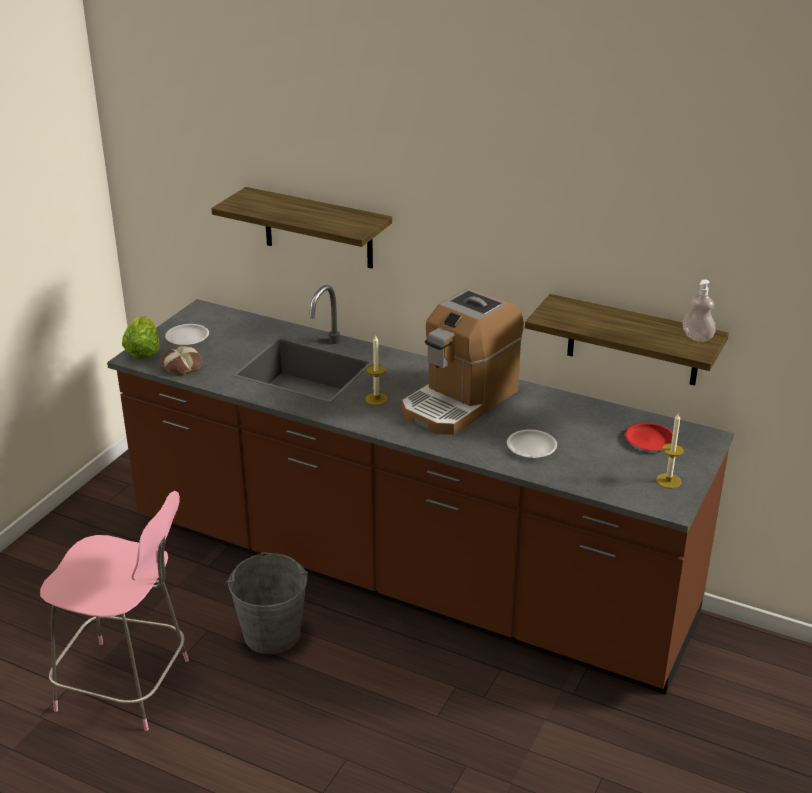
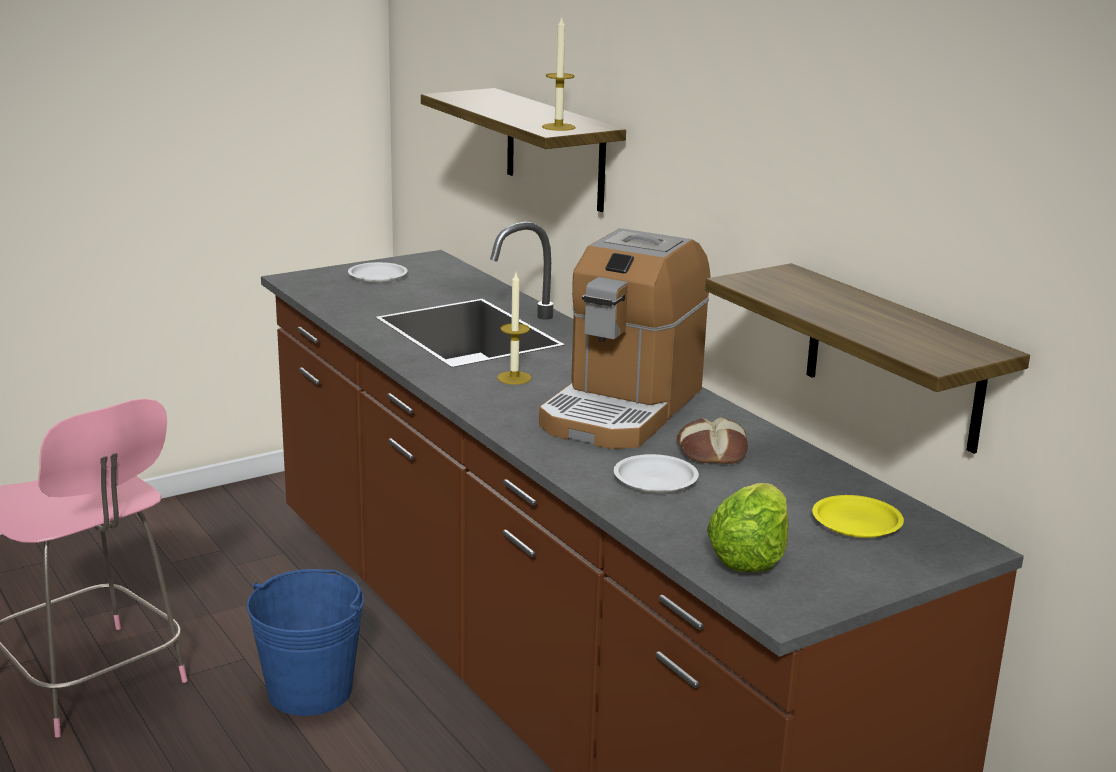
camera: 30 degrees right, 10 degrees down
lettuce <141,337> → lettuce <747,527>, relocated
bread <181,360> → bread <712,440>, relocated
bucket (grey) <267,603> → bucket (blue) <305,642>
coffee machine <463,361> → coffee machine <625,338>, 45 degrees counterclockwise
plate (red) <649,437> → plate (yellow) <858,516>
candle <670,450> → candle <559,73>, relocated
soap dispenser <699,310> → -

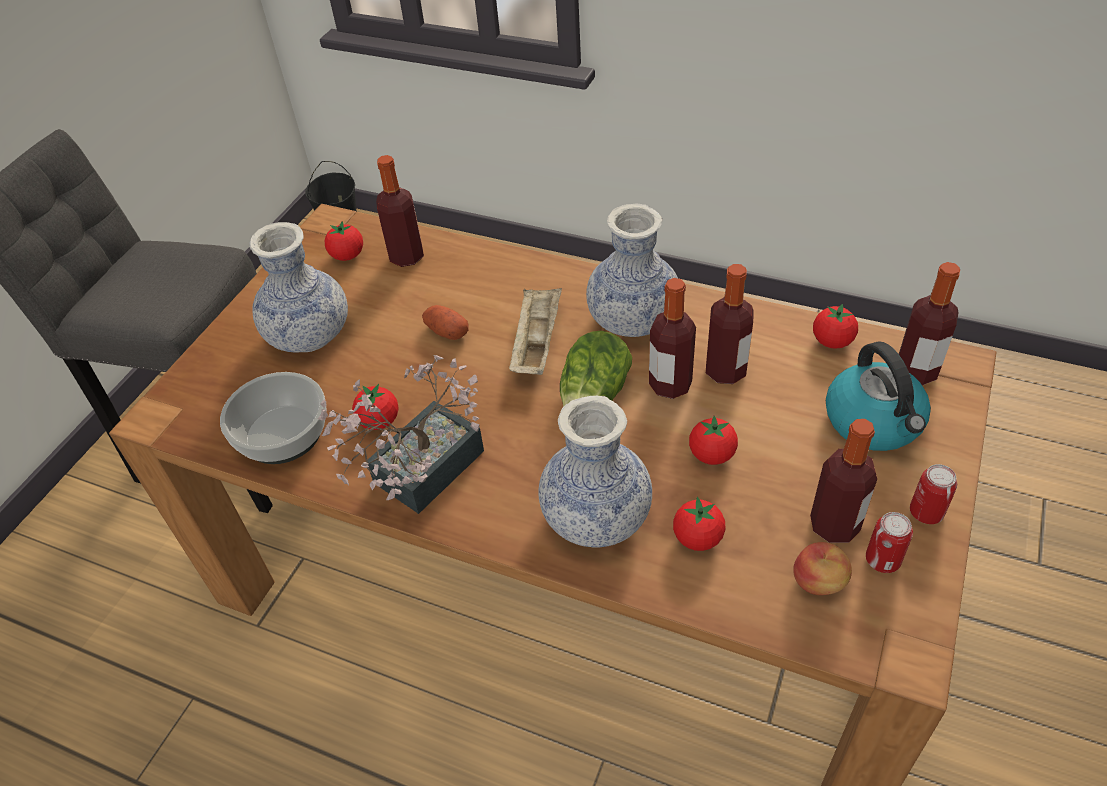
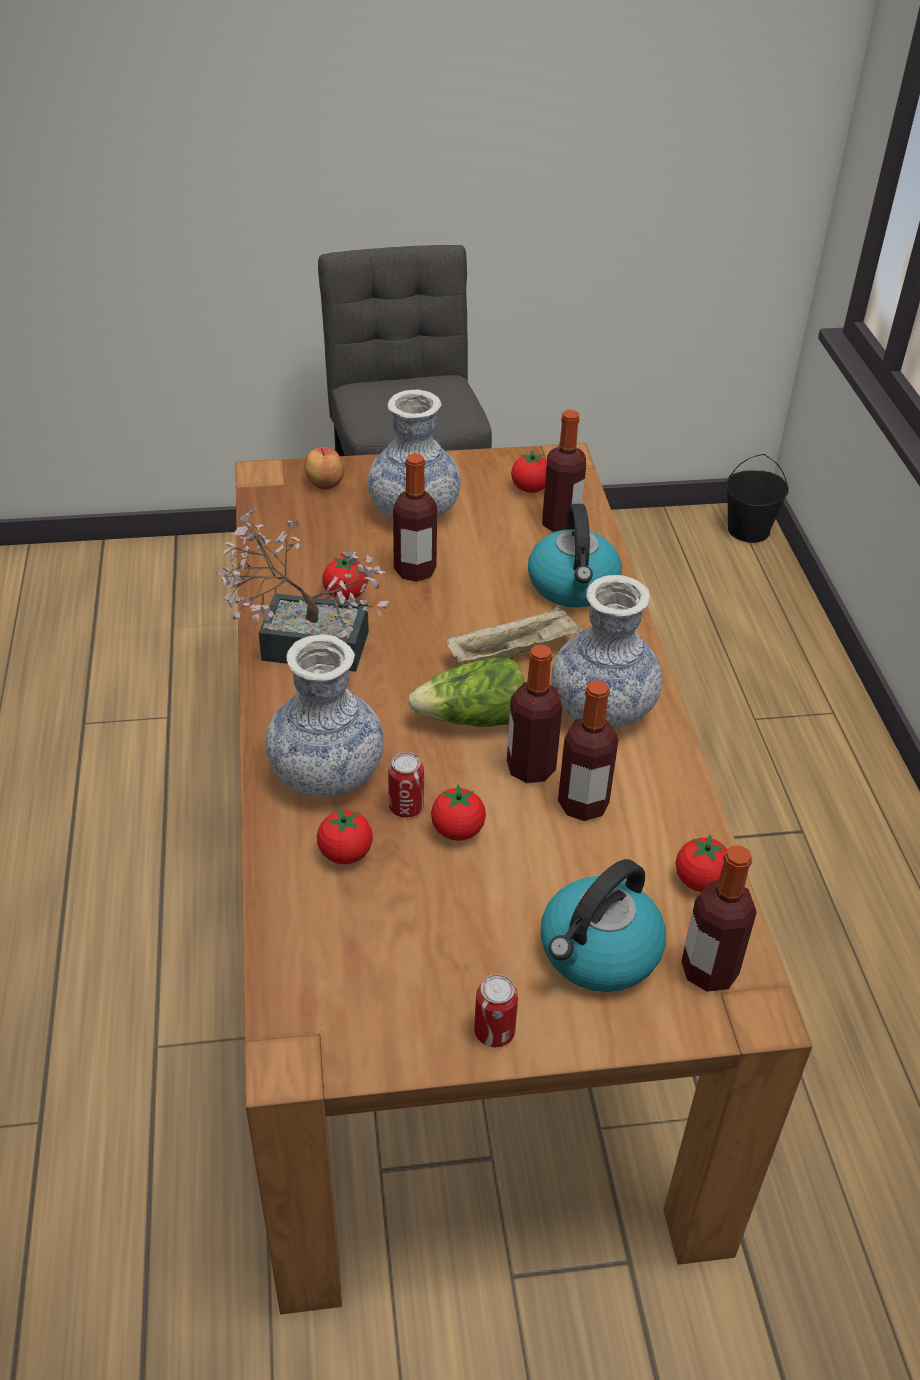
camera: 55 degrees right, 5 degrees down
bowl <273,418> → -
potato <445,322> → -
apple <822,568> → apple <324,468>, relocated
bottle <843,481> → bottle <415,517>, relocated
can <889,542> → can <406,785>, relocated
- → kettle <575,556>

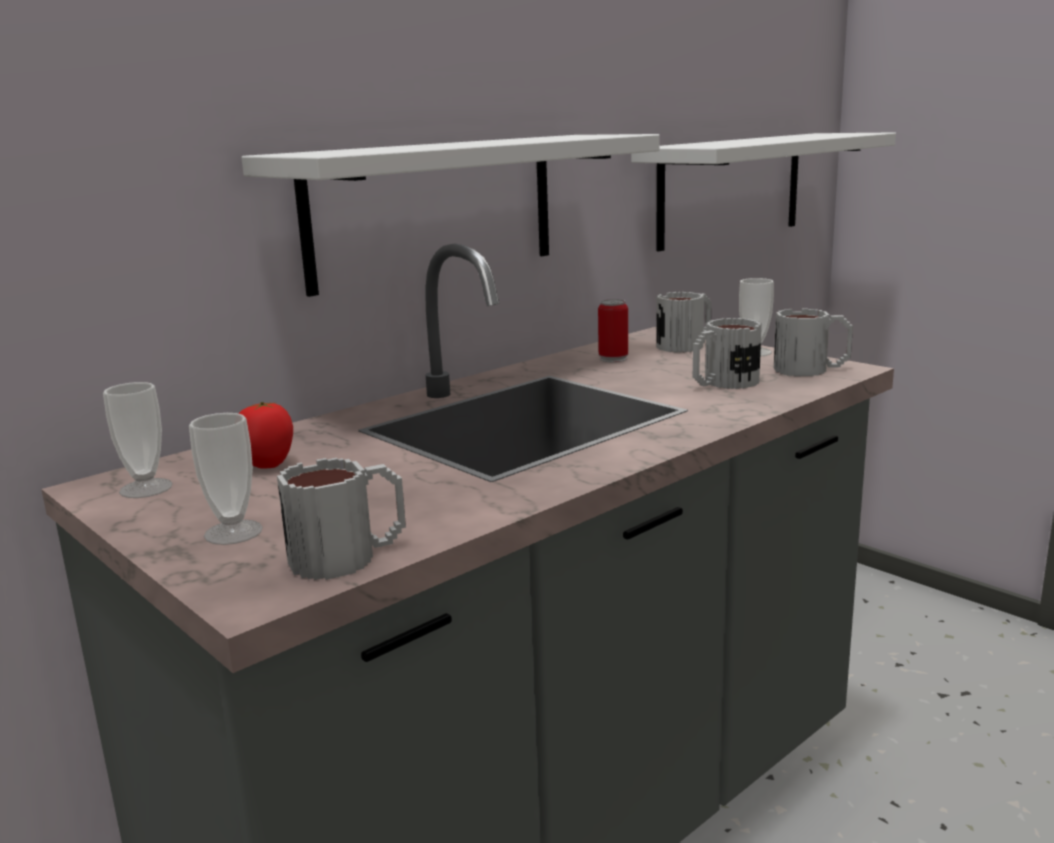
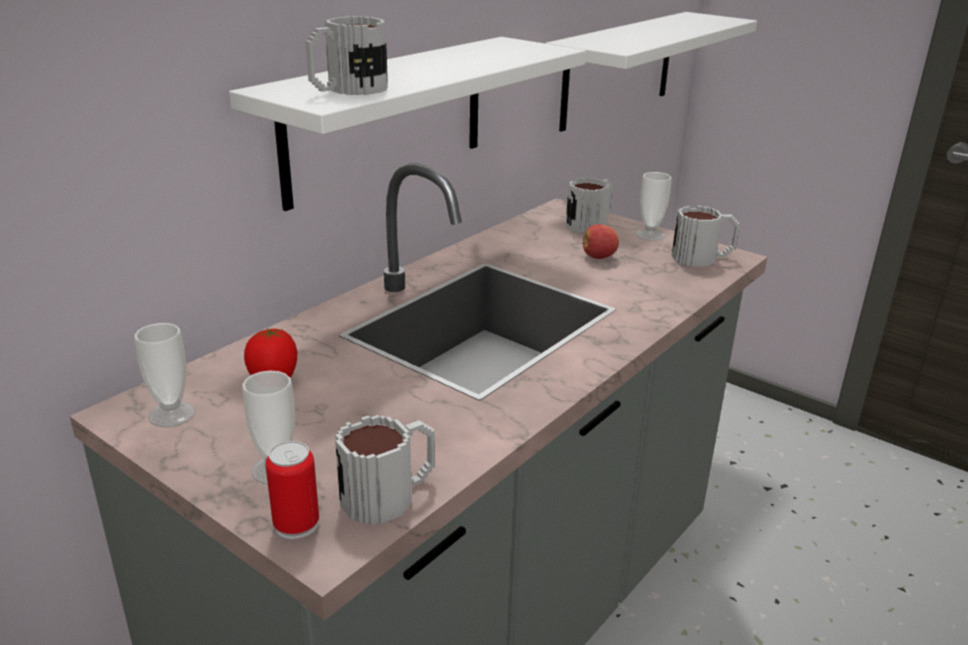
camera: 10 degrees left, 10 degrees up
can <613,330> → can <292,490>, relocated
mug <727,353> → mug <346,55>, relocated
- → apple <600,241>

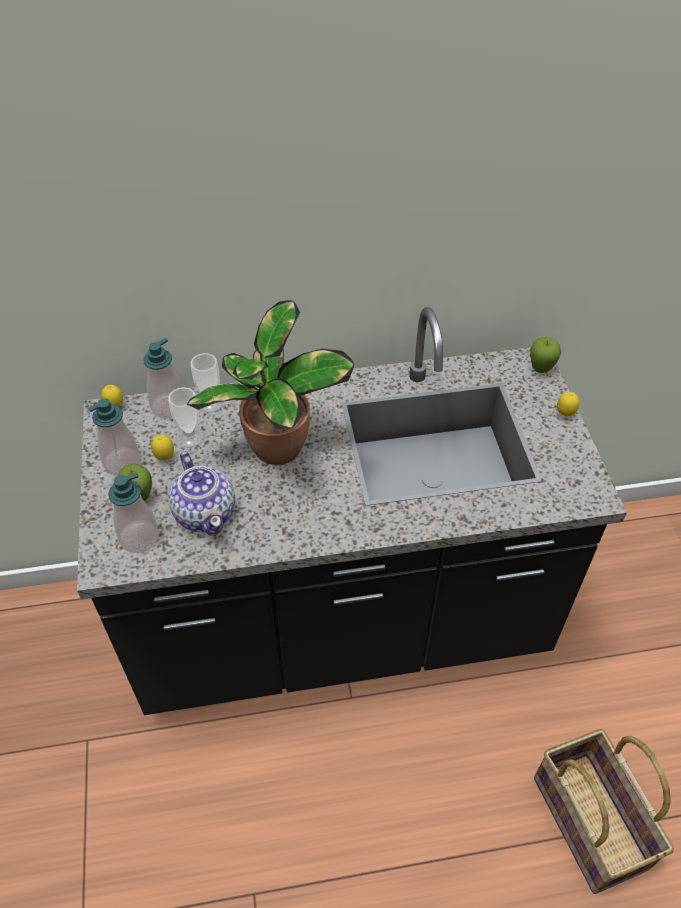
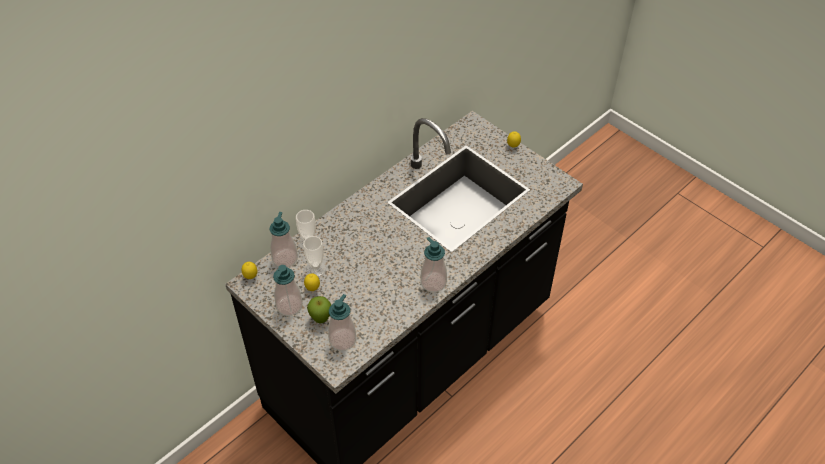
camera: 35 degrees left, 0 degrees up
teapot <201,493> → -
potted plant <271,382> → -
apple <545,355> → -
basket <604,811> → -
- → soap dispenser <434,264>

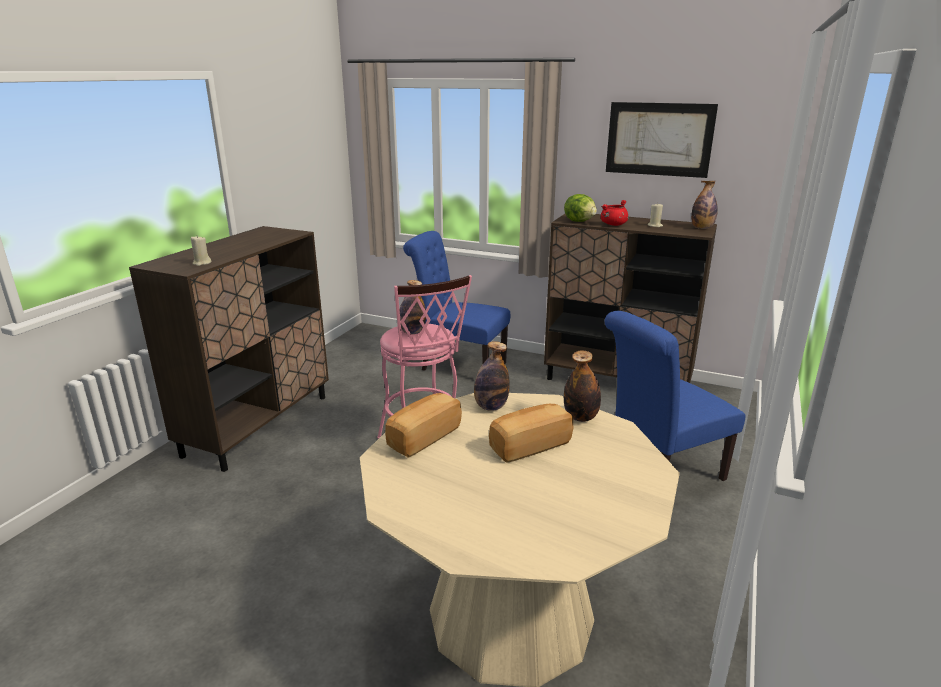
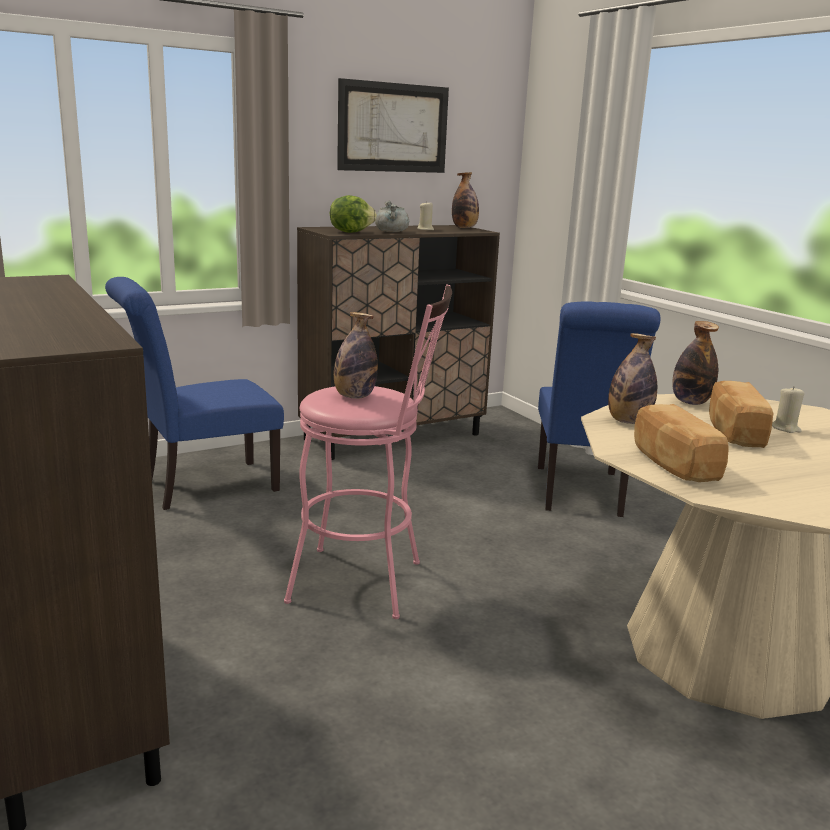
camera: 55 degrees left, 5 degrees down
candle (beige) <201,250> → candle (beige) <788,409>, relocated
cooking pot (red) <614,213> → cooking pot (grey) <392,216>

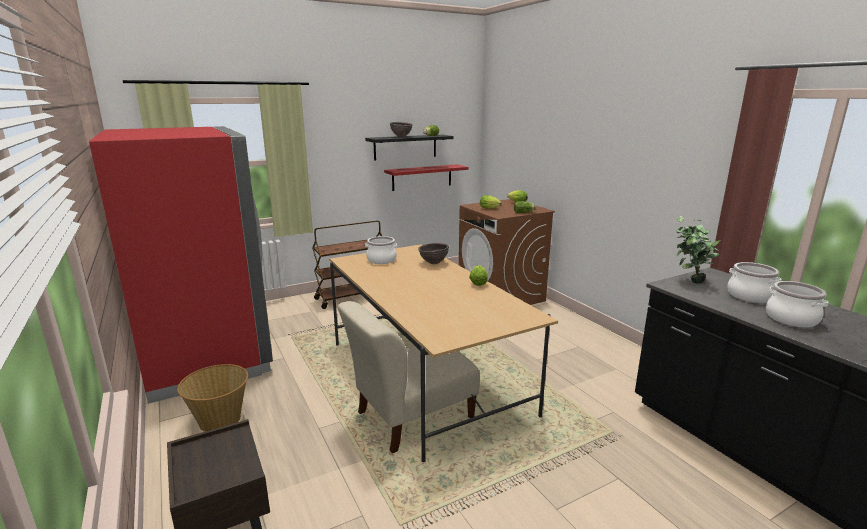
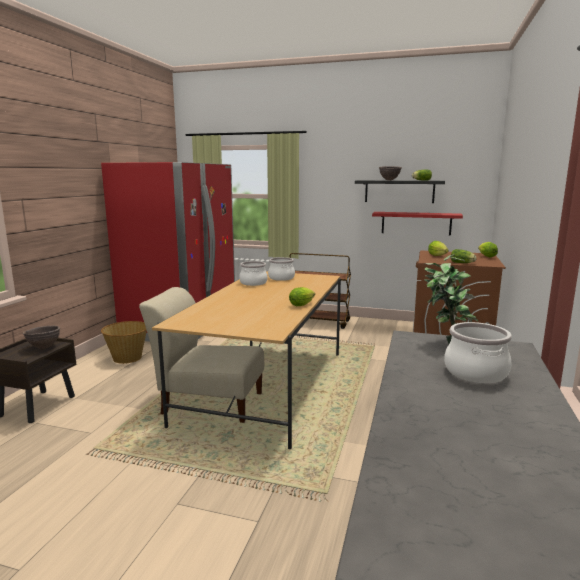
camera: 45 degrees right, 5 degrees down
bowl (brown) <433,253> → bowl (brown) <41,337>, relocated
cooking pot <797,304> → cooking pot <253,273>, relocated

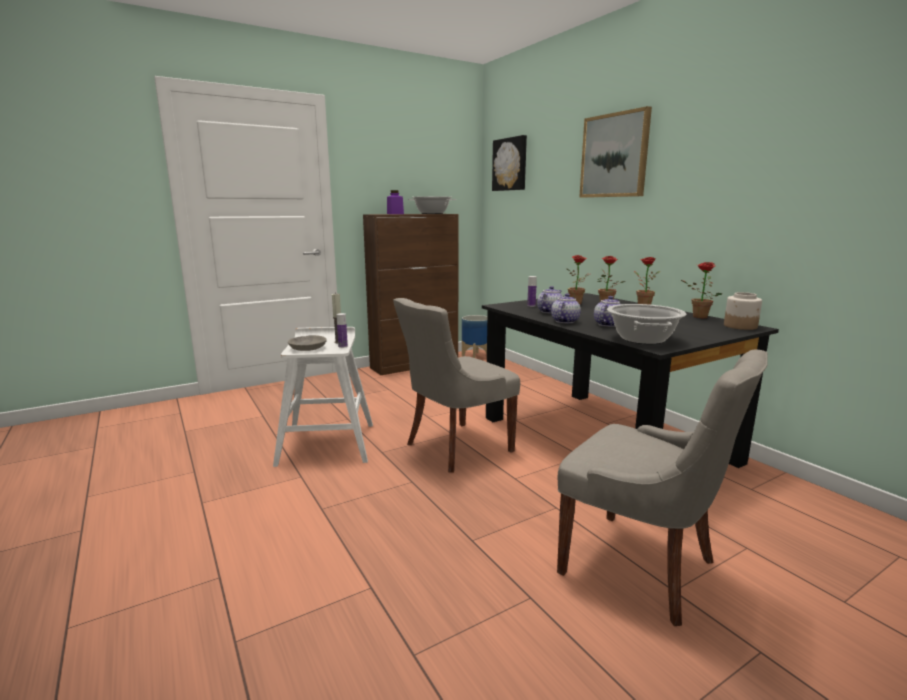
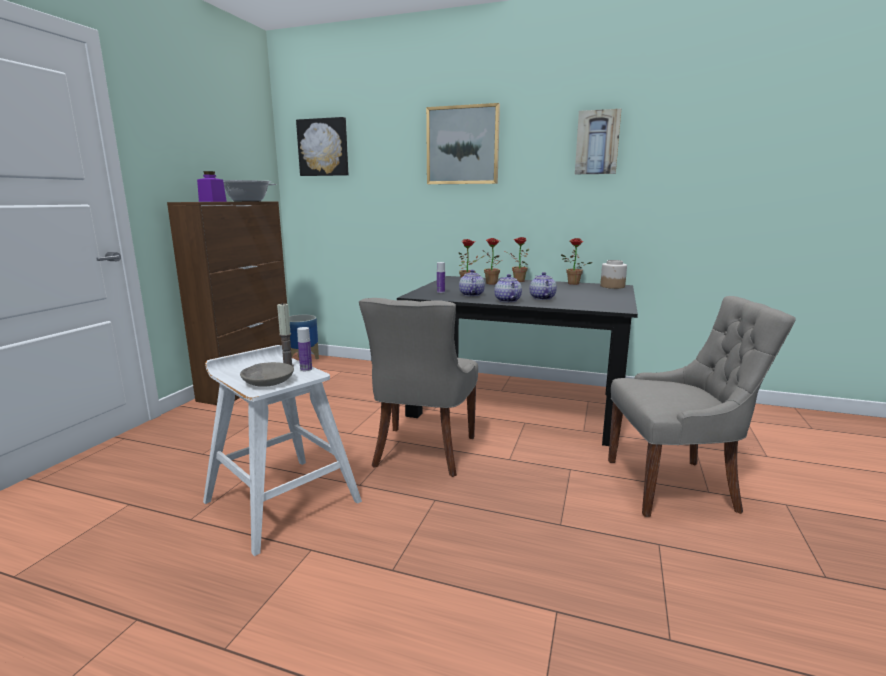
camera: 40 degrees left, 0 degrees up
cooking pot <647,324> → -
- → picture <598,141>

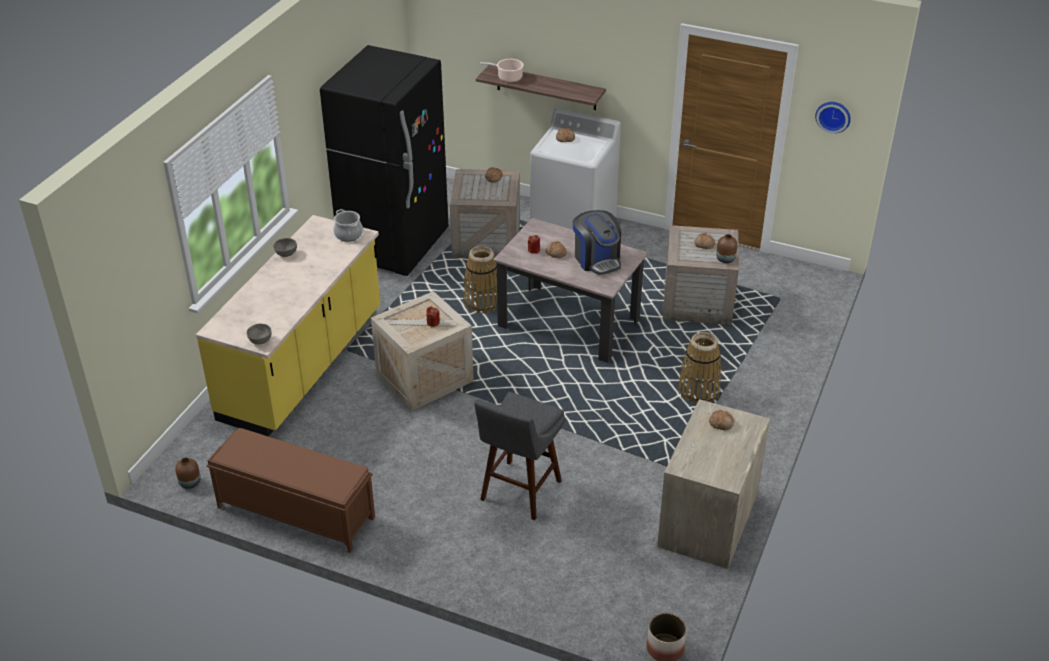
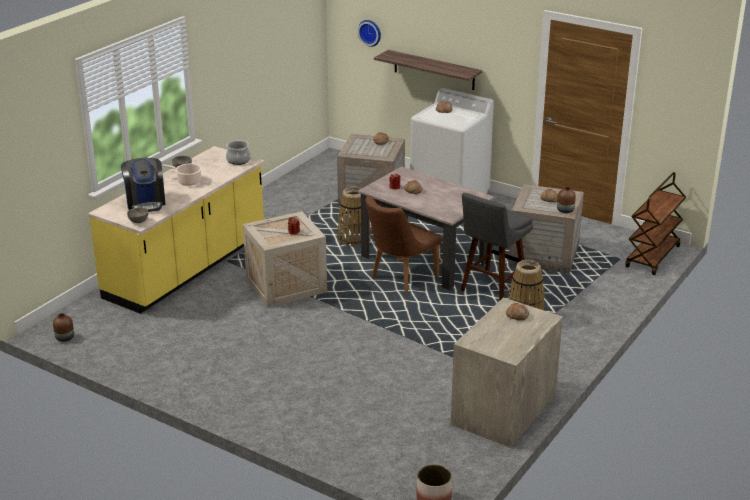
camera: 10 degrees right, 10 degrees down
bench (brown) <291,490> → -
fridge (black) <384,160> → -
stool (grey) <519,456> → stool (grey) <497,247>, relocated
cooking pot <502,70> → cooking pot <182,174>, relocated
coffee machine <597,242> → coffee machine <143,185>, relocated
wall clock <833,118> → wall clock <369,33>, relocated
- → chair (brown) <403,244>
- → cart (brown) <655,223>

